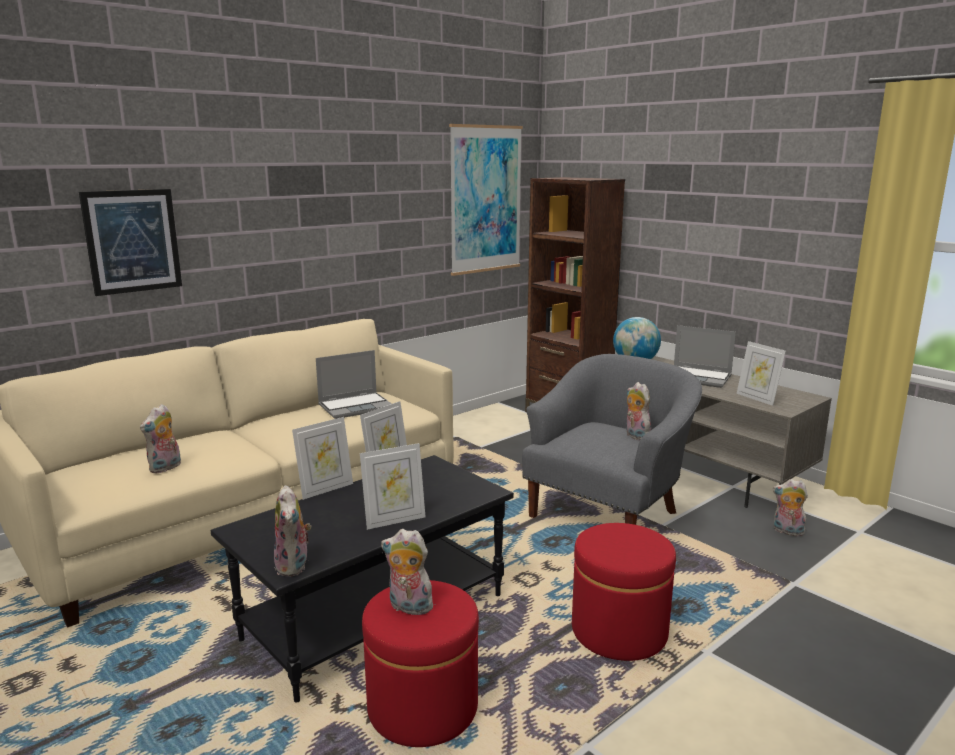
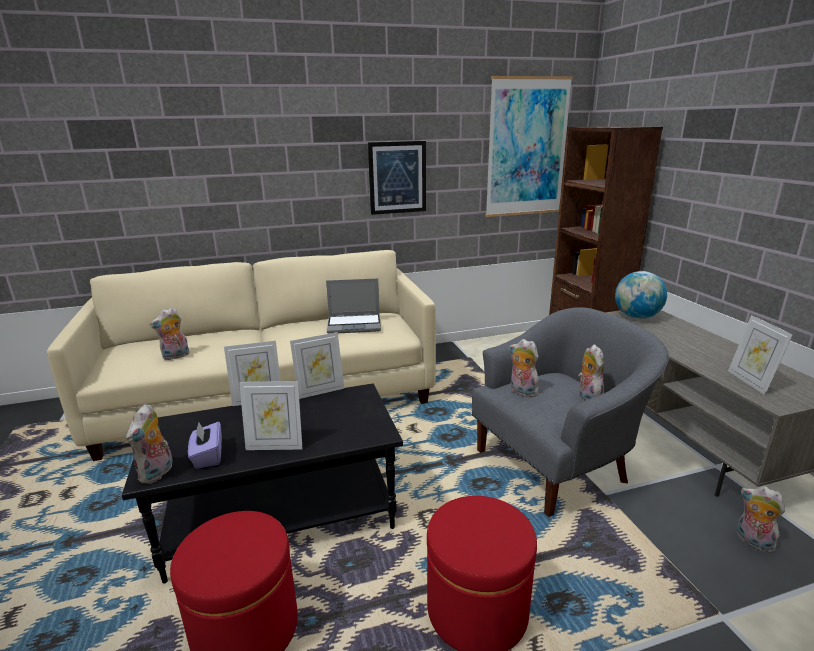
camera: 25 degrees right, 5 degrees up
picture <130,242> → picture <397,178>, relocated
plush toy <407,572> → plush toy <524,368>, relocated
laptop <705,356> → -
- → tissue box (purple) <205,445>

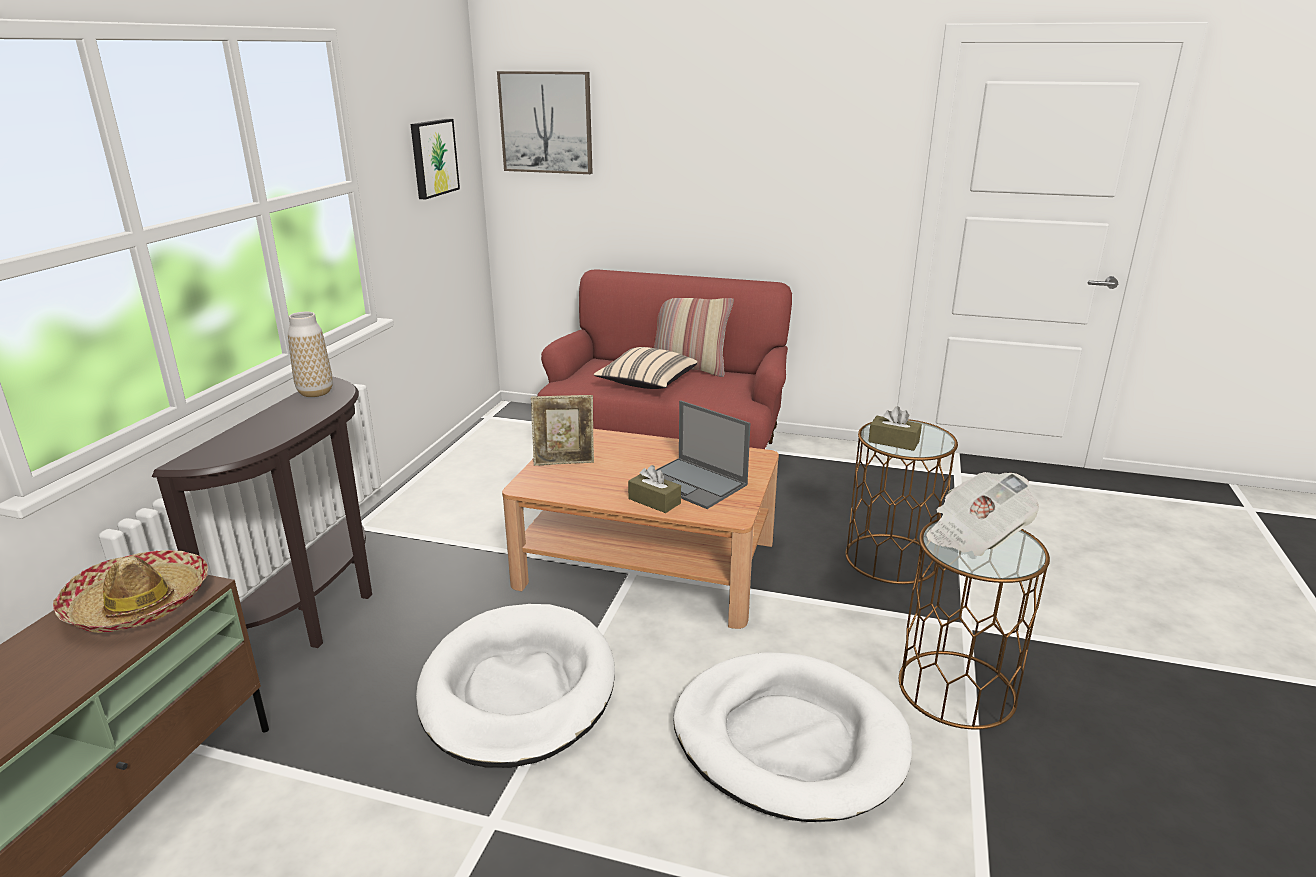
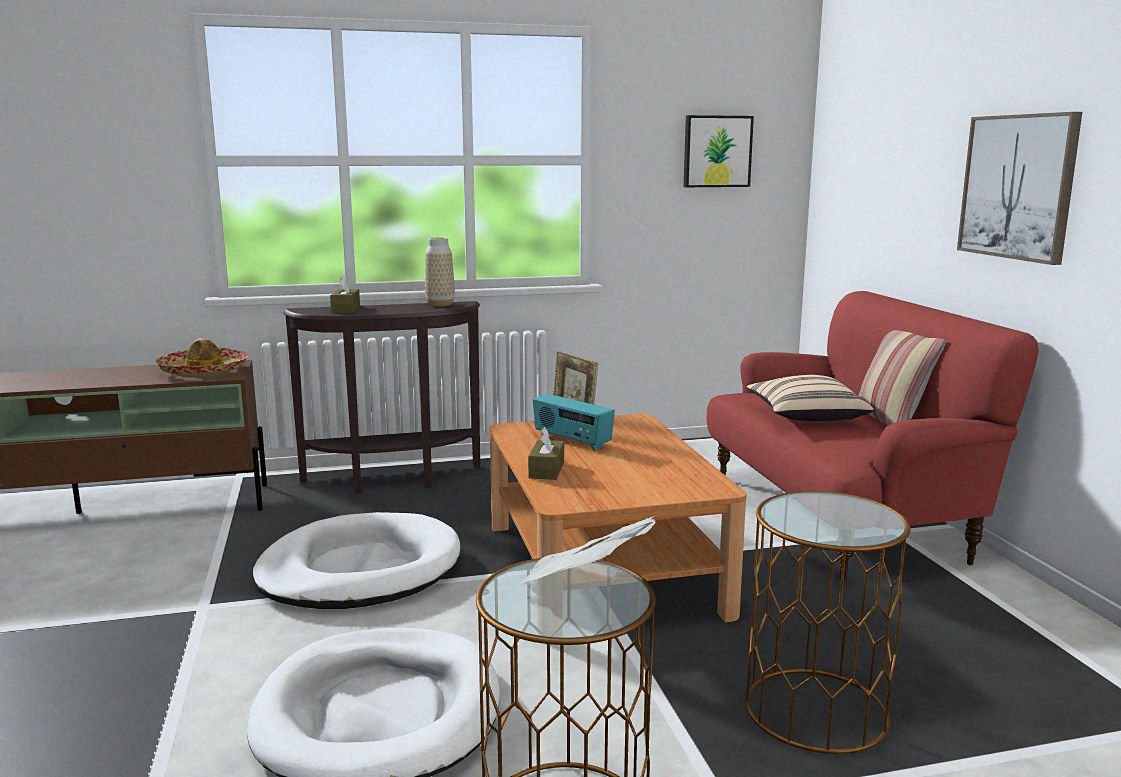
camera: 60 degrees right, 10 degrees down
picture <545,122> → picture <1019,188>, relocated
laptop <703,454> → -
tissue box (brown) <895,428> → tissue box (brown) <345,294>, relocated
- → radio <574,422>

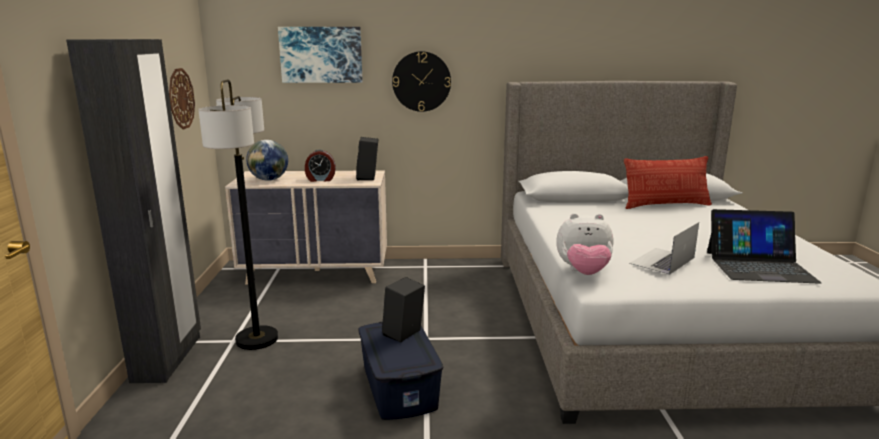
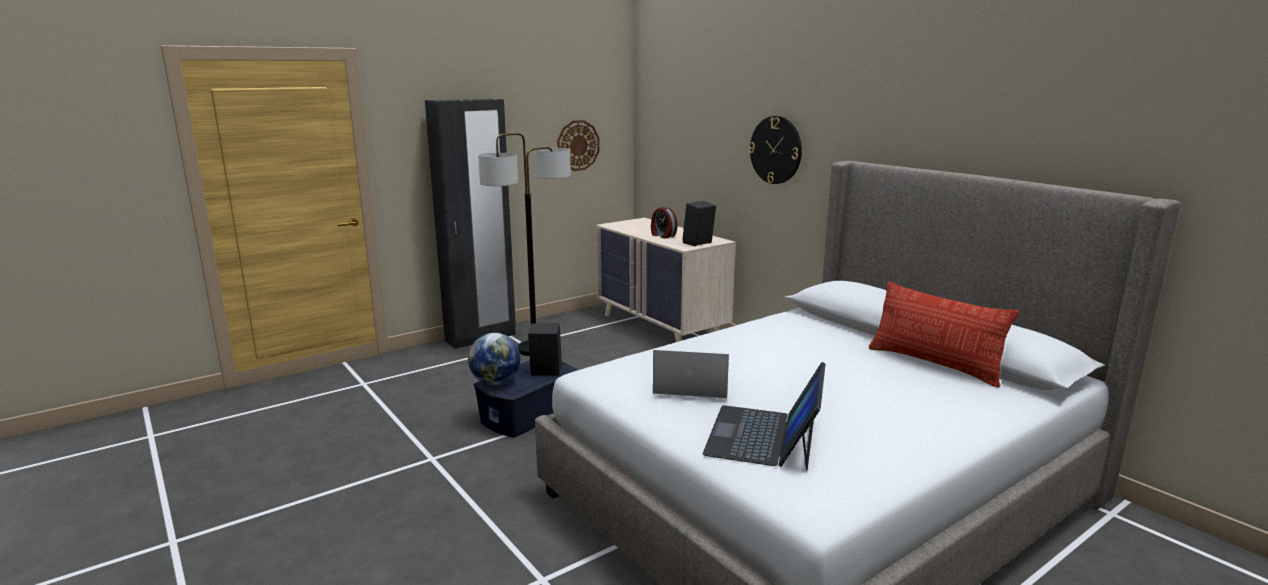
camera: 55 degrees right, 0 degrees up
globe <267,160> → globe <494,359>, relocated
picture <320,55> → -
plush toy <584,244> → -
laptop <764,246> → laptop <764,416>, 45 degrees clockwise

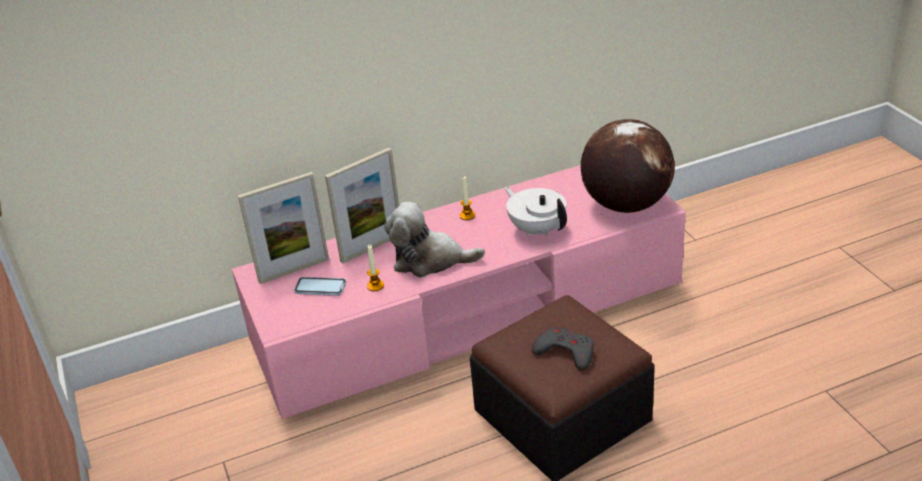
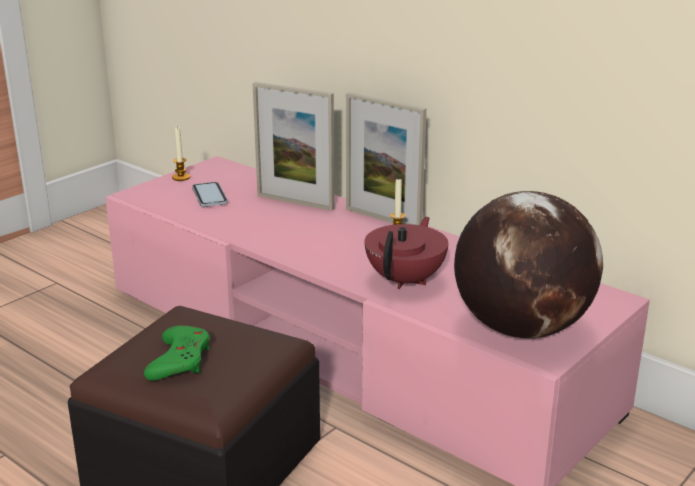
camera: 60 degrees right, 10 degrees down
picture frame <283,228> → picture frame <386,158>, relocated
candle <375,268> → candle <181,154>, relocated
plush toy <434,239> → -
teapot (white) <535,211> → teapot (red) <406,253>
game controller (grey) <563,348> → game controller (green) <177,353>

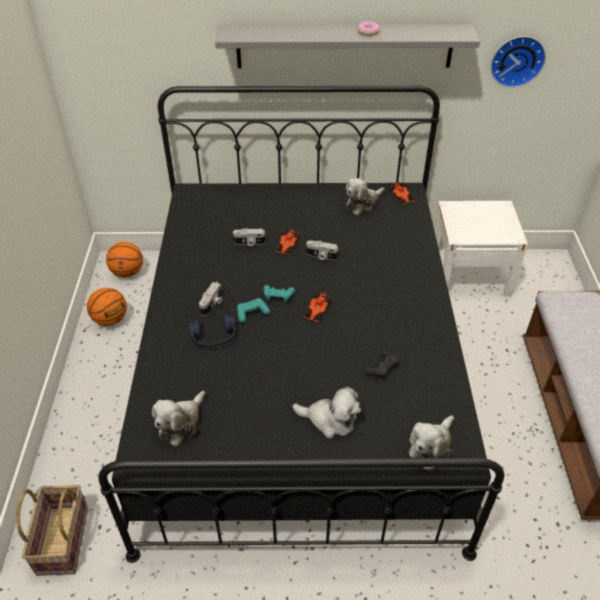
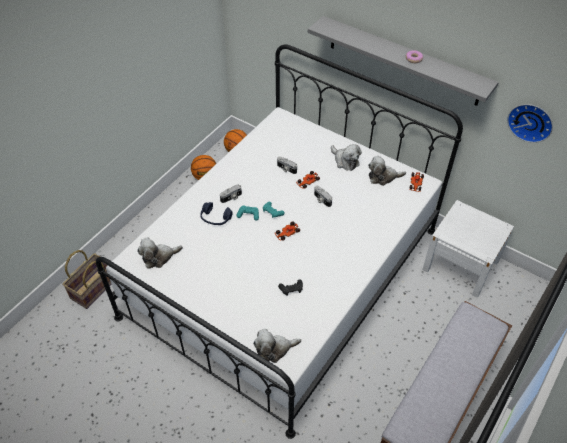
camera: 35 degrees right, 5 degrees up
bed (black) <301,324> → bed (white) <279,241>
plush toy <326,412> → plush toy <346,157>, relocated

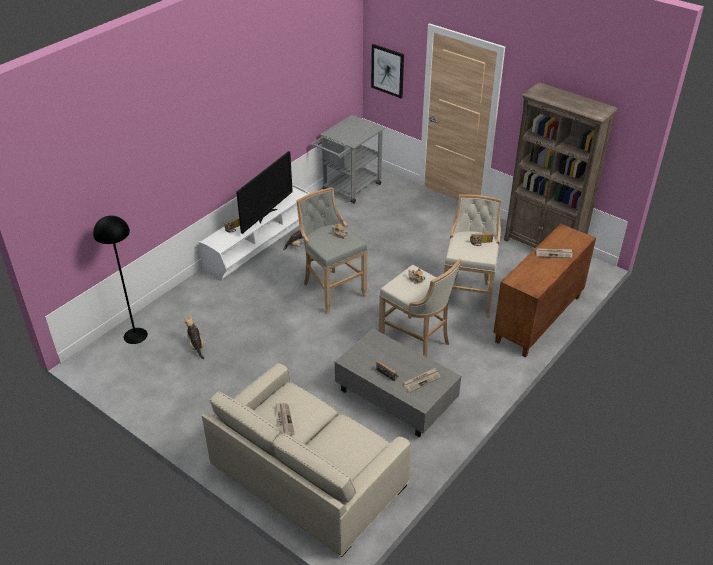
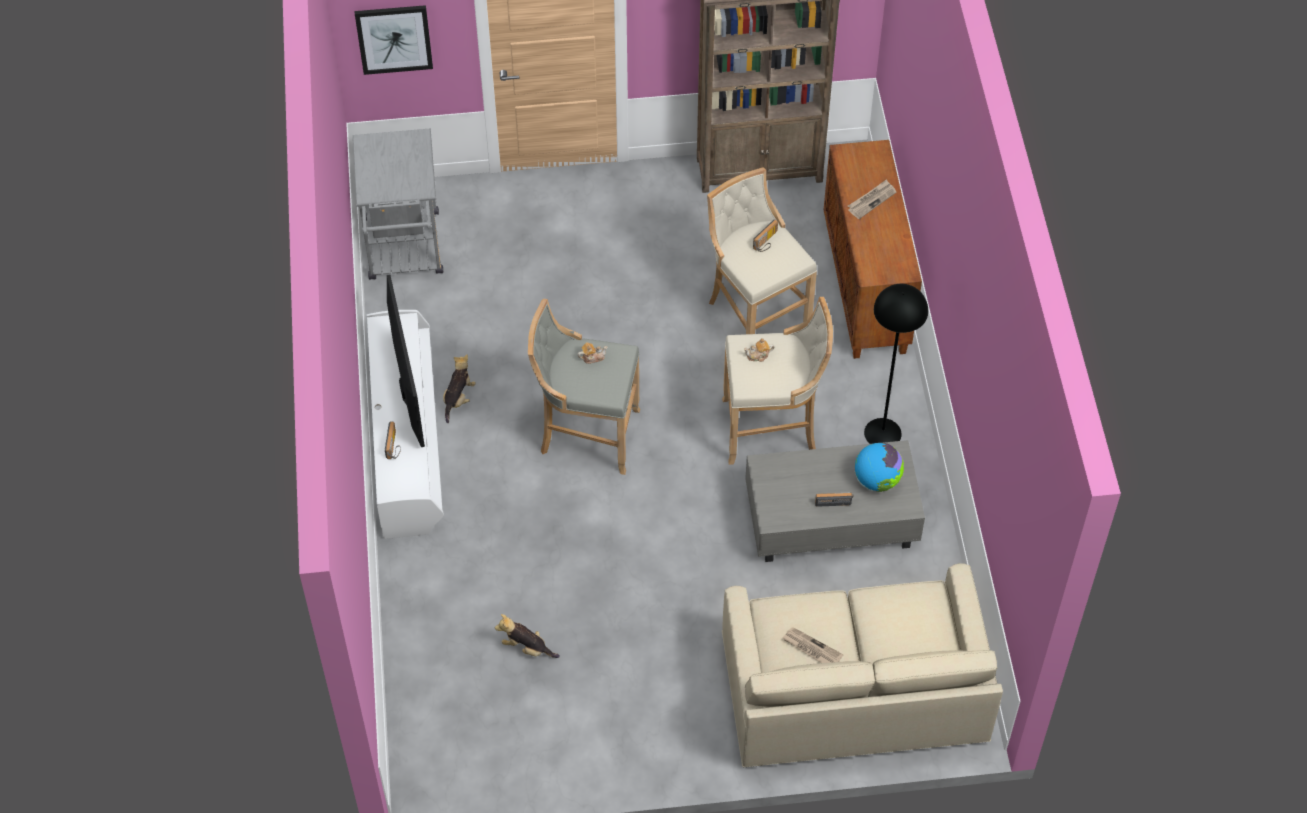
camera: 45 degrees left, 15 degrees up
floor lamp (black) <120,280> → floor lamp (black) <896,364>, relocated
newspaper <421,380> → globe <879,467>

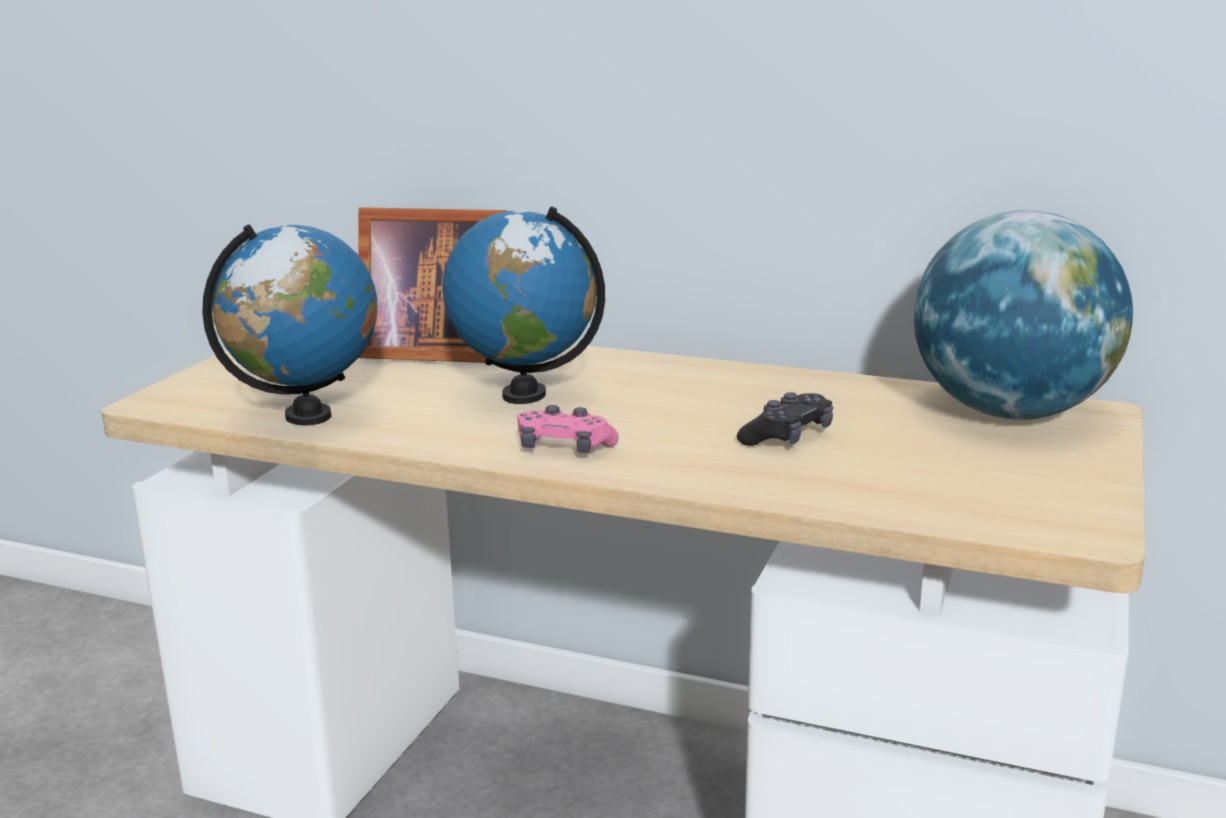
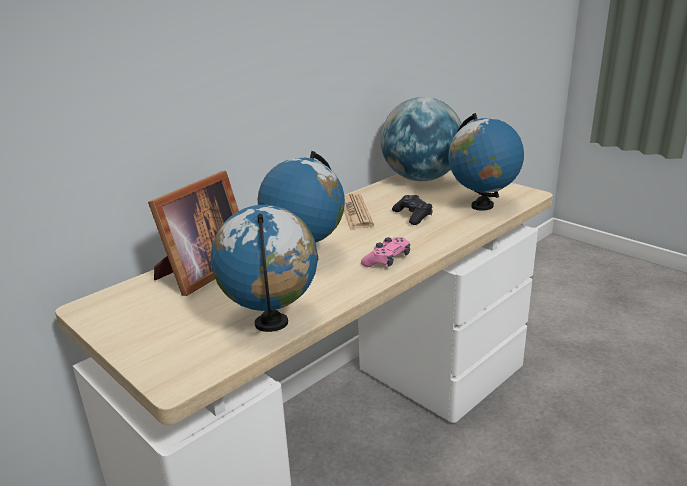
camera: 65 degrees left, 5 degrees up
- → newspaper <359,211>
- → globe <486,162>

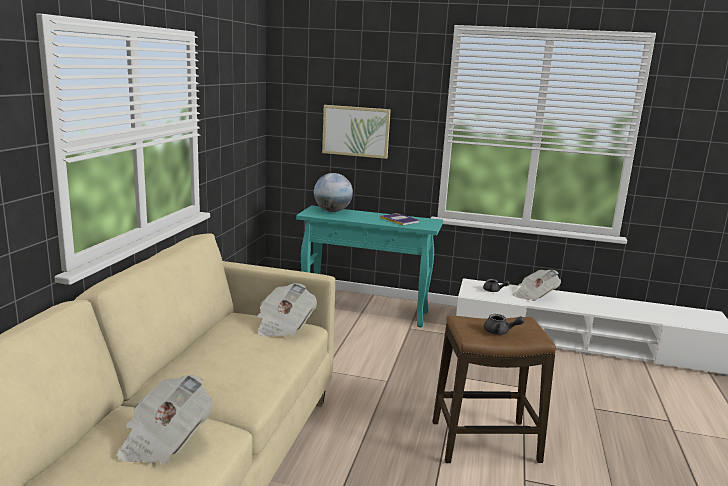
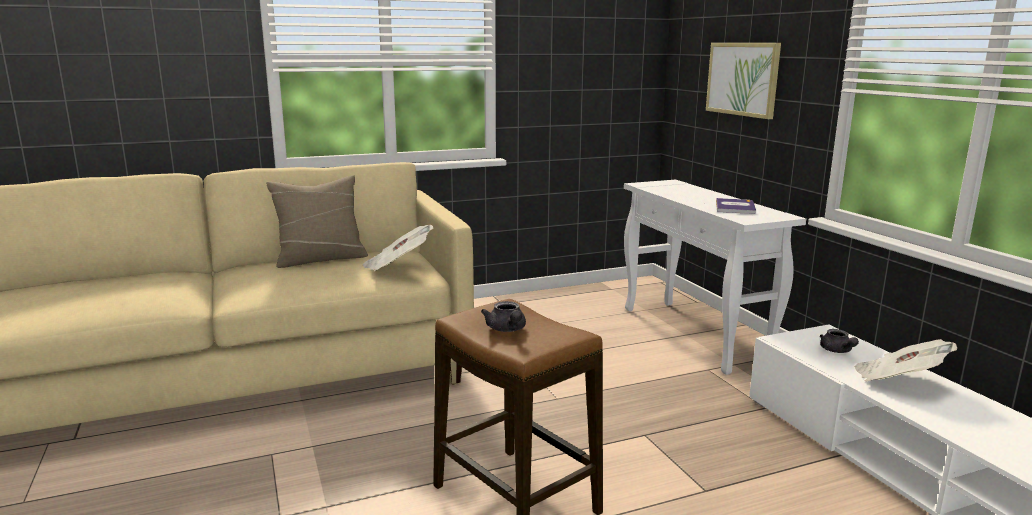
camera: 55 degrees right, 0 degrees up
newspaper <164,419> → -
console table (turquoise) <369,266> → console table (white) <715,277>
globe <333,192> → -
- → pillow (beige) <317,221>

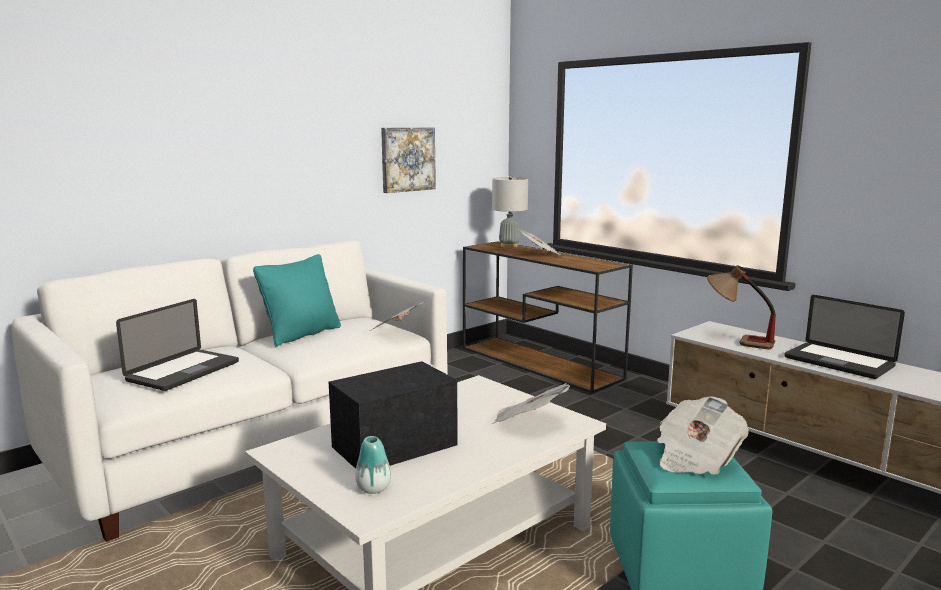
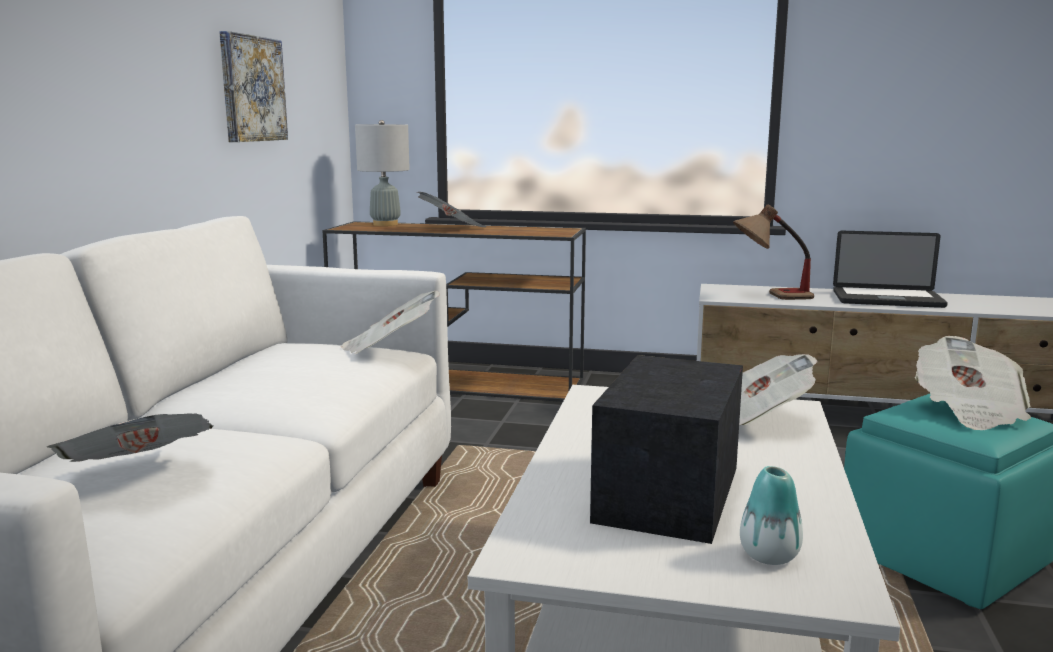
camera: 35 degrees left, 0 degrees up
laptop <177,345> → newspaper <130,438>
pillow (turquoise) <297,300> → -

